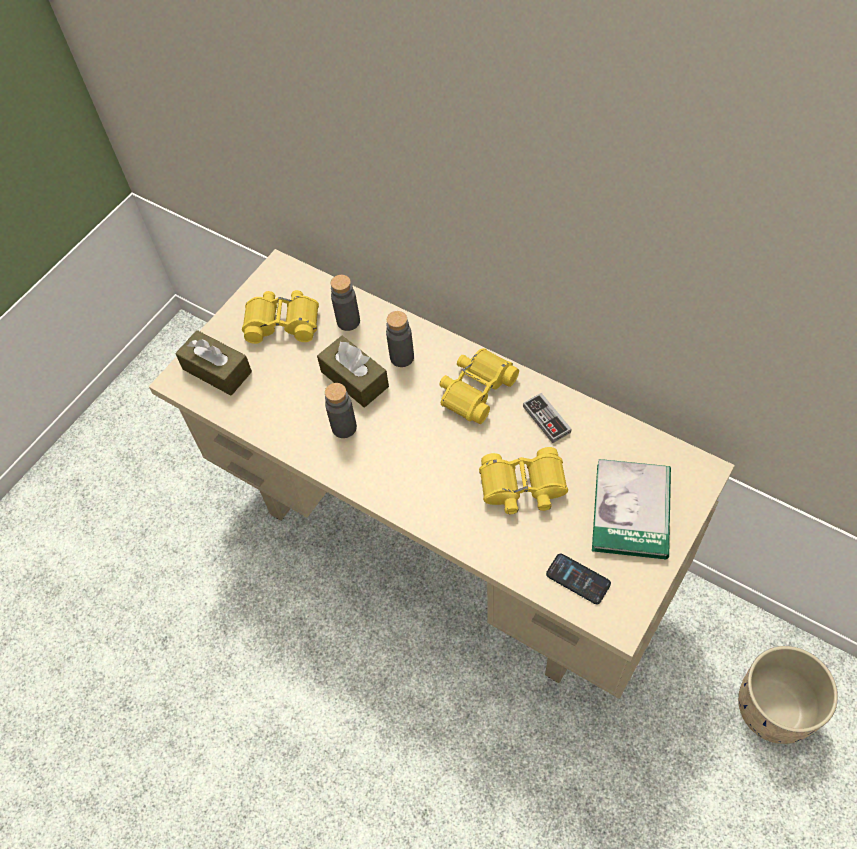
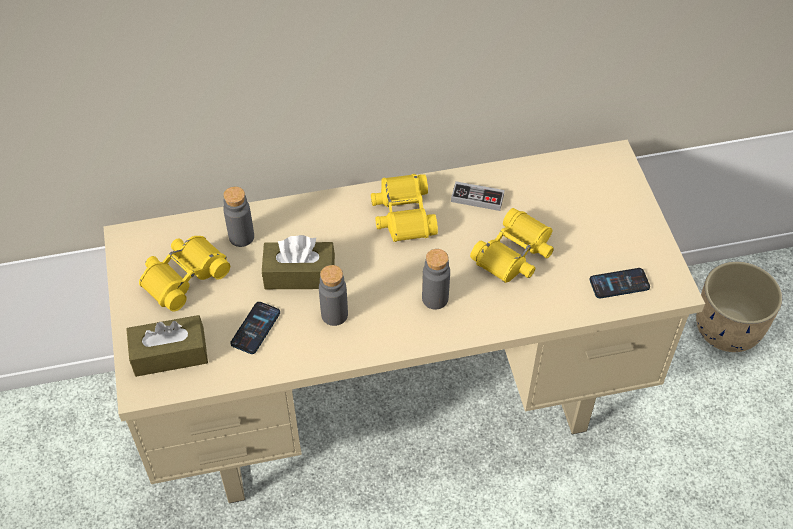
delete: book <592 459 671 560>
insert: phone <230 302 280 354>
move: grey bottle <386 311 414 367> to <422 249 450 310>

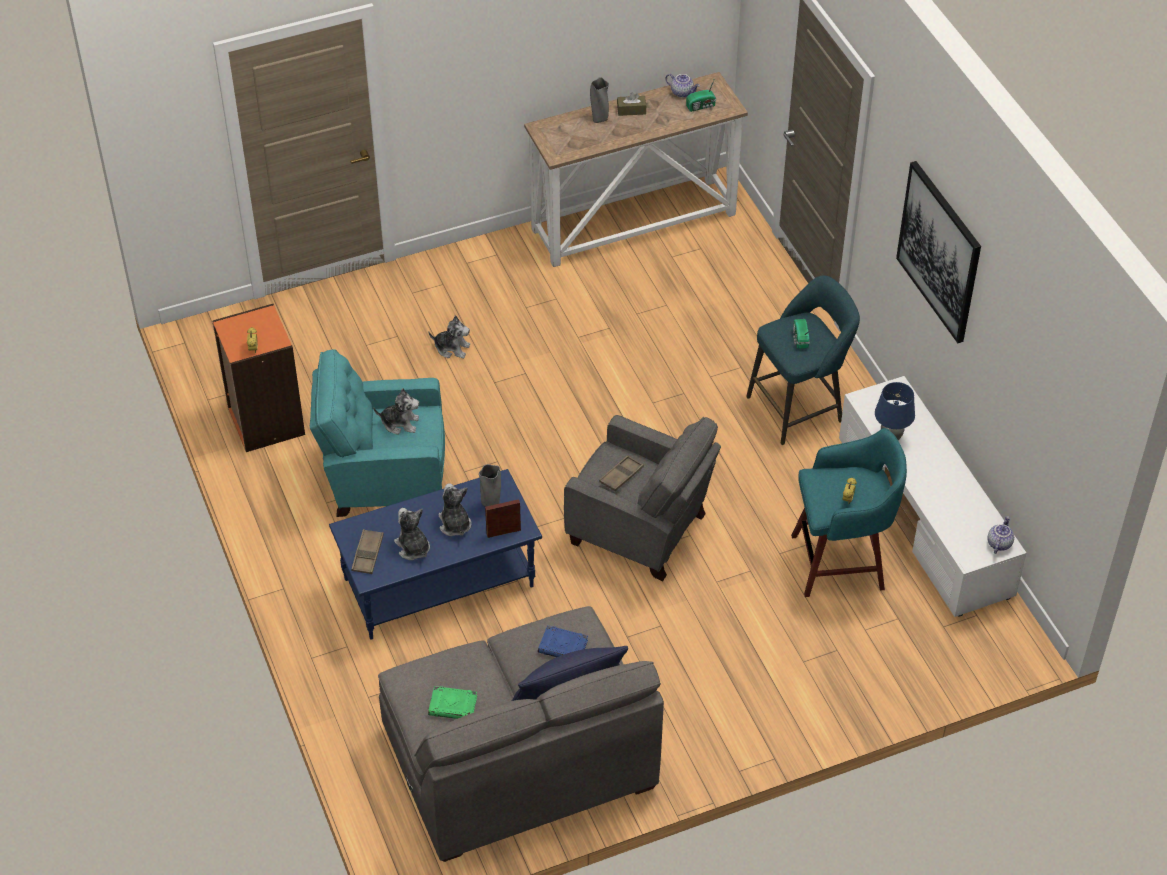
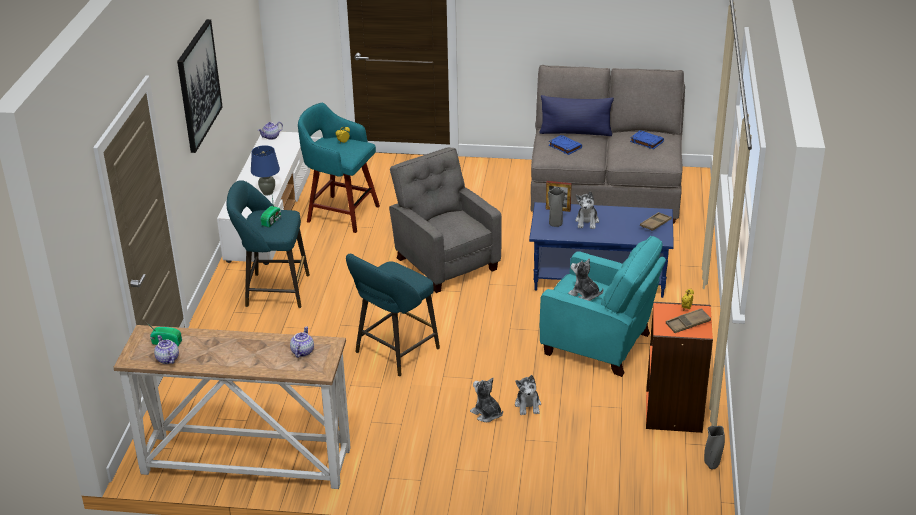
delete: brown tissue box <617 93 646 116>
insert: teapot <290 327 314 358>; turquoise stool <346 254 440 376>
move: plush toy <394 508 430 560> to <515 375 541 415>; grey vase <590 77 609 123> to <704 426 725 469>; brown tray <599 455 644 491> to <666 308 711 333>
recolor: green book <428 686 477 719> to blue book <630 130 664 149>

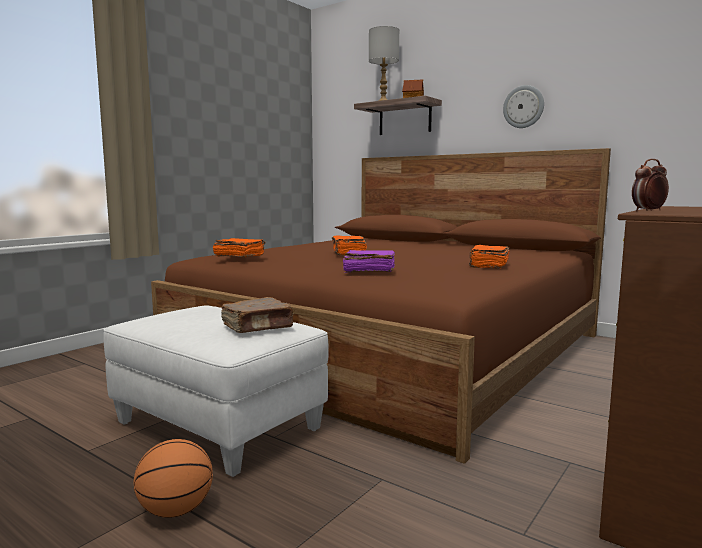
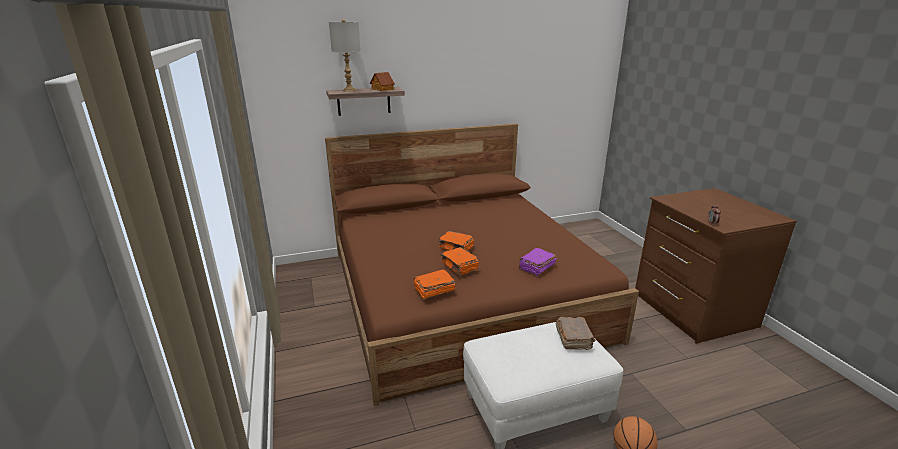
delete: wall clock <503 85 544 128>
move: orange book <469 245 510 269> to <441 247 479 276>

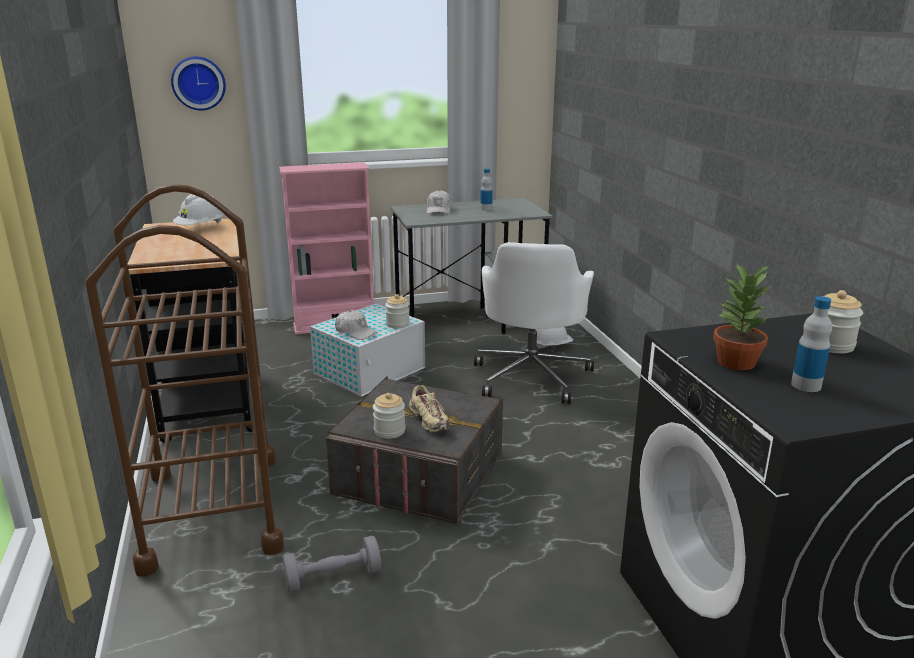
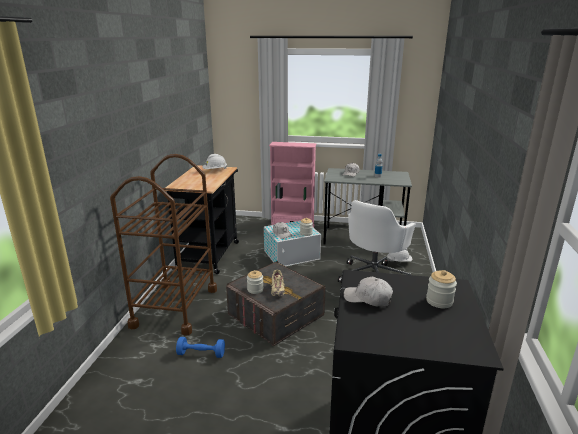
delete: wall clock <171 56 226 111>; bottle <791 296 832 392>
replace: potted plant <713 263 772 370> to white cap <344 276 393 306>
recolor: grey dumbbell <283 536 381 592> to blue dumbbell <176 337 225 358>

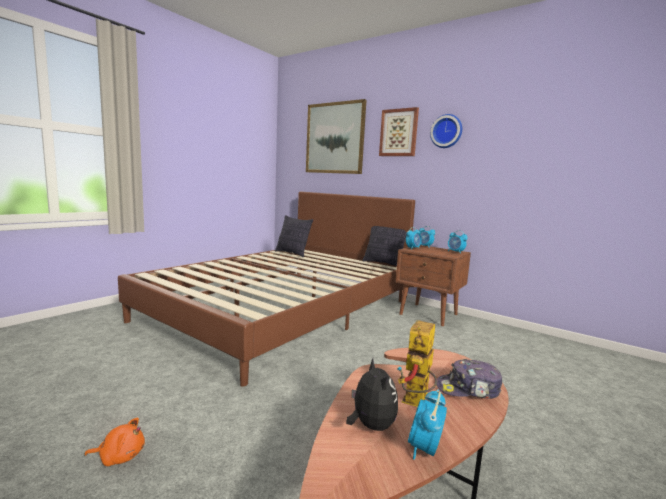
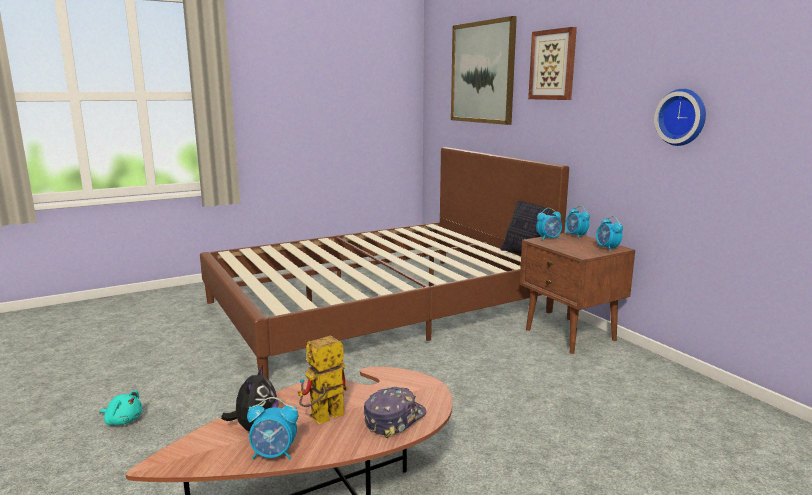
delete: pillow <275 215 313 257>
move: wall clock <430 114 462 148> to <654 89 706 146>
recolor: orange plush toy <84 418 145 466> to turquoise plush toy <100 390 142 425>
rotate: alarm clock <408 390 447 460> = <247 397 298 460> 135 degrees counterclockwise; cap <437 359 502 399> = <364 387 426 438> 105 degrees clockwise

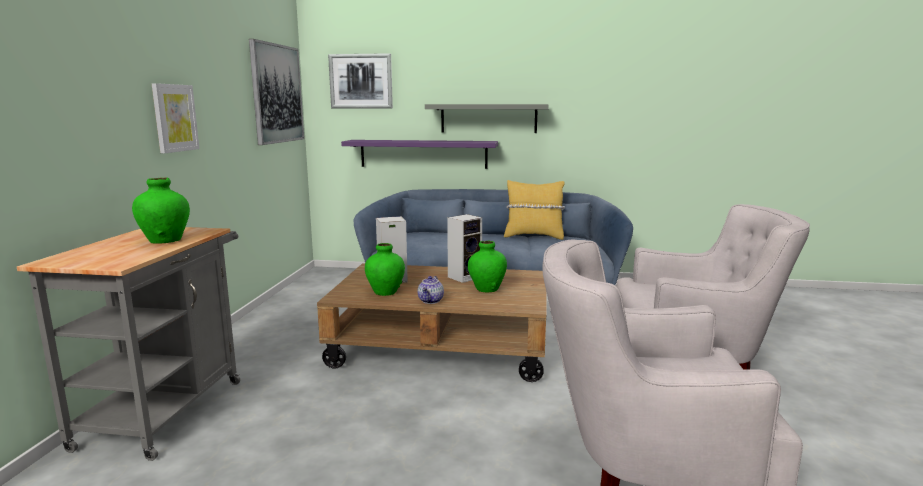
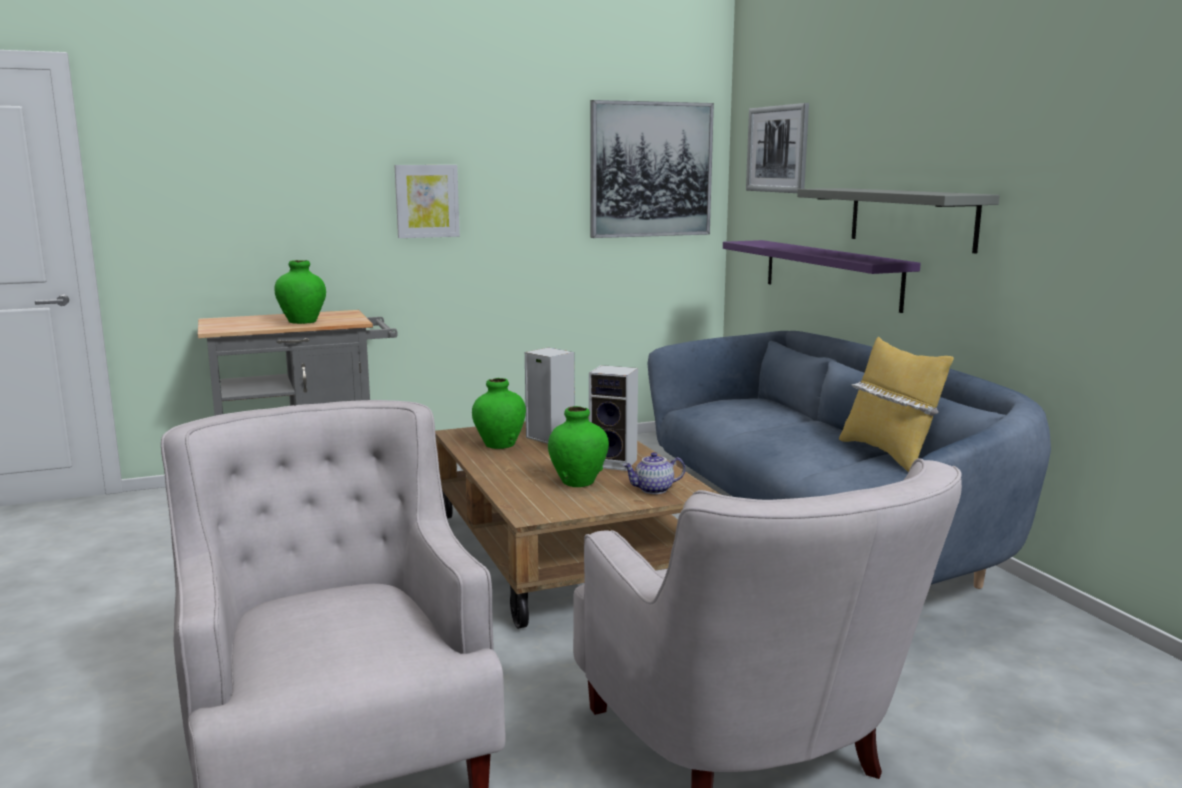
move: teapot <418 276 444 304> to <622 452 685 494>

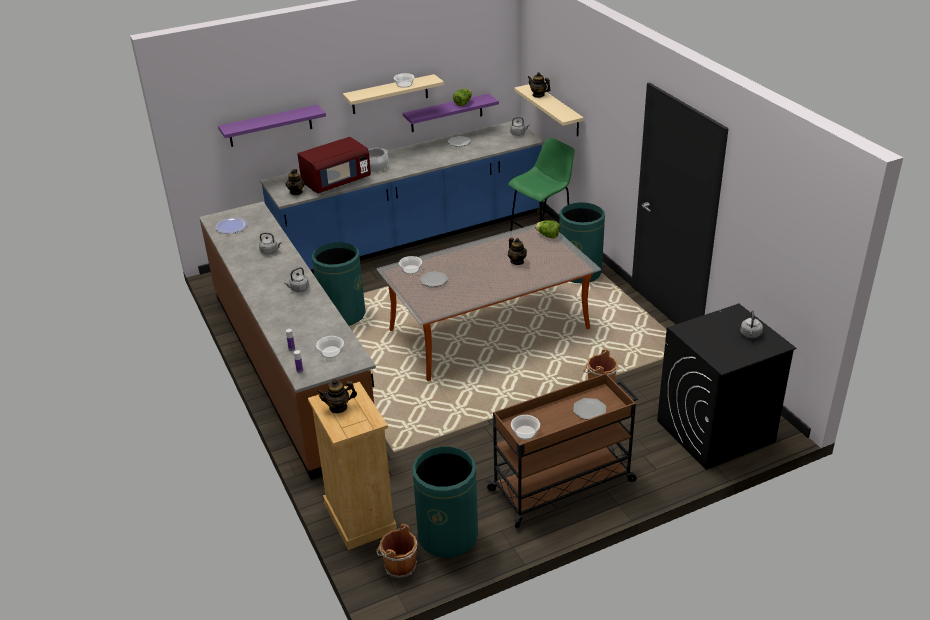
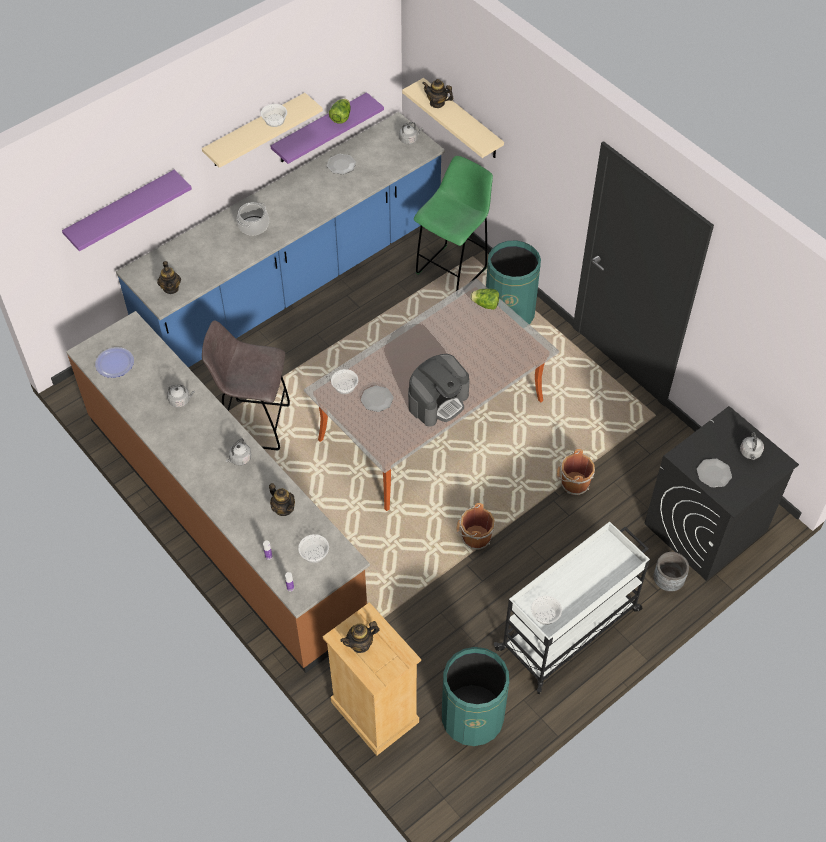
delete: red microwave <297 137 371 193>
insert: coffee machine <408 354 470 427>; grey planter <653 552 689 592>
move: brown bucket <376 524 417 579> to <457 503 495 550>; teapot <508 237 527 265> to <269 483 295 516>; plate <573 398 606 419> to <697 459 732 488>
replace: green trash can <312 242 365 326> to grey stool <202 320 290 451>
recolor: brown cart <485 373 638 528> to white cart <494 522 650 694>

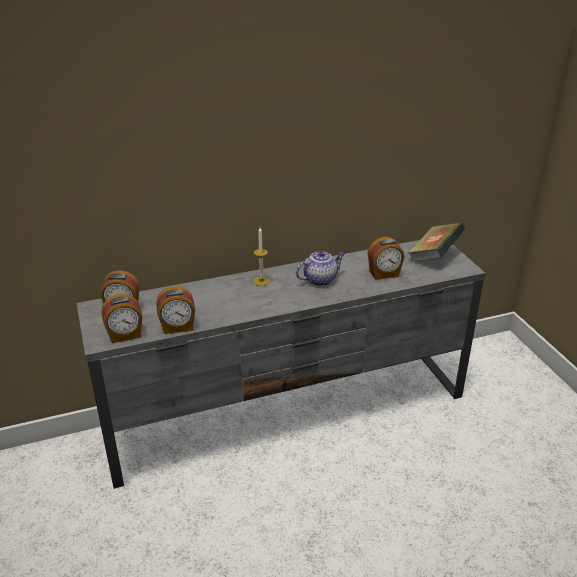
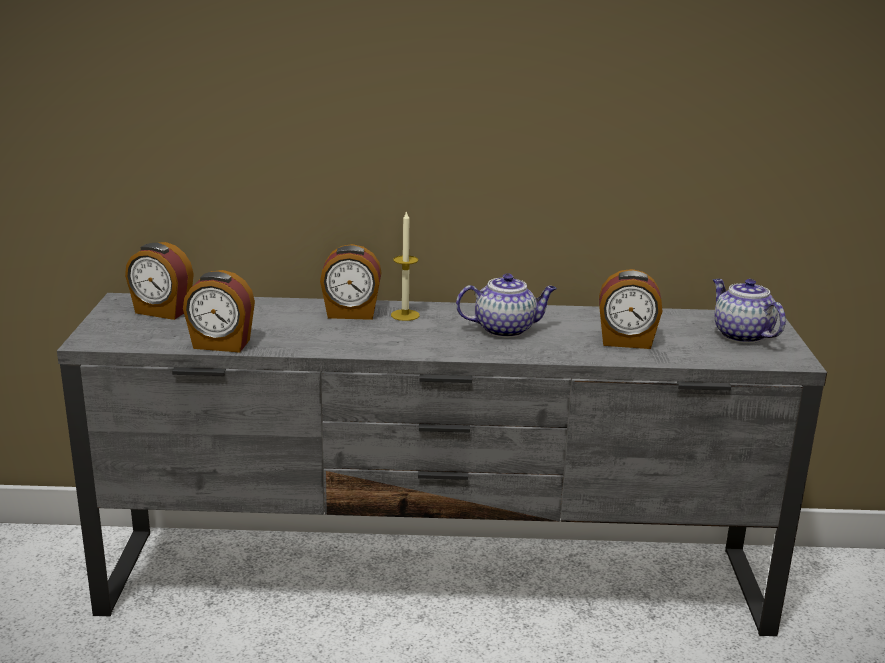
move: alarm clock <101 294 143 343> to <320 244 382 320>
replace: book <408 222 465 262> to teapot <713 279 786 343>

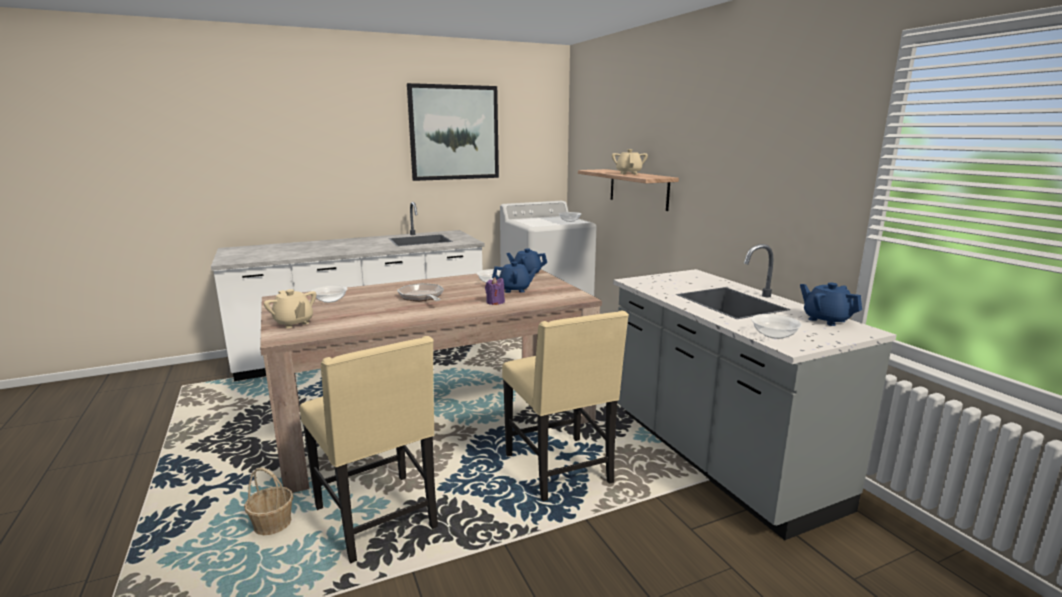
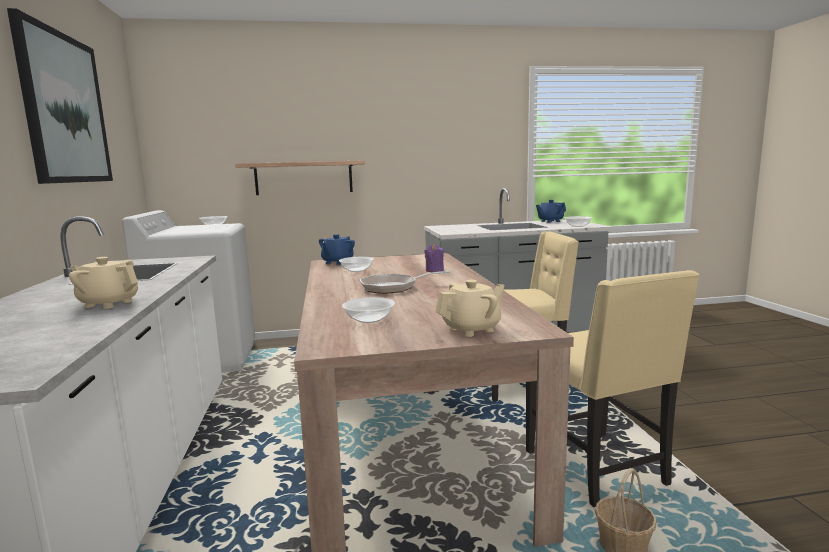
delete: blue teapot <492 262 538 293>
move: beige teapot <612 149 648 174> to <69 257 138 309>
rotate: beige chair <300 336 438 564> = <526 270 700 507> 90 degrees clockwise

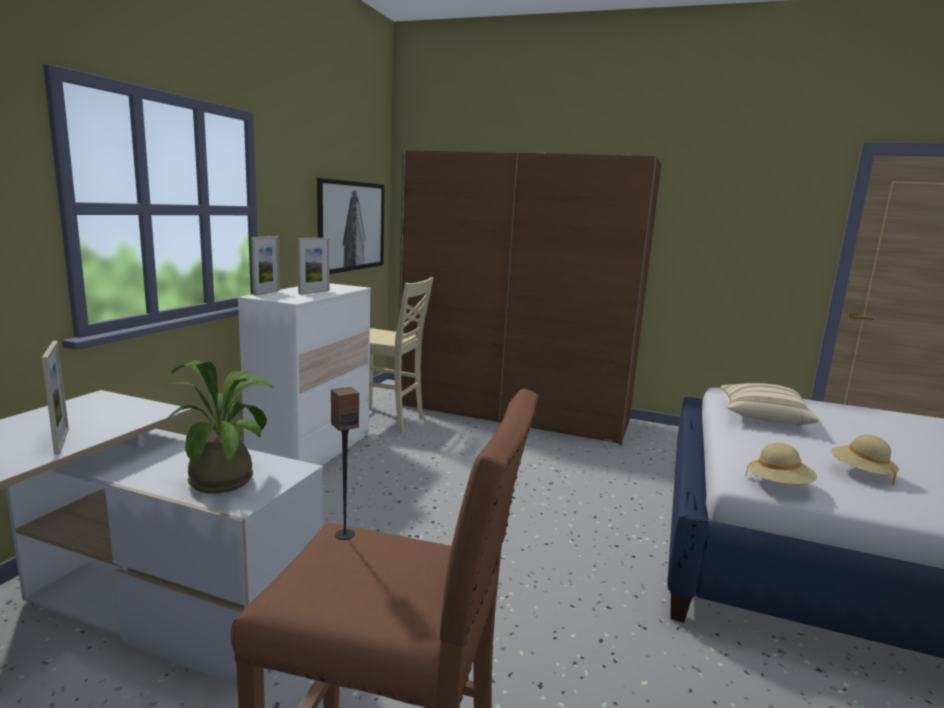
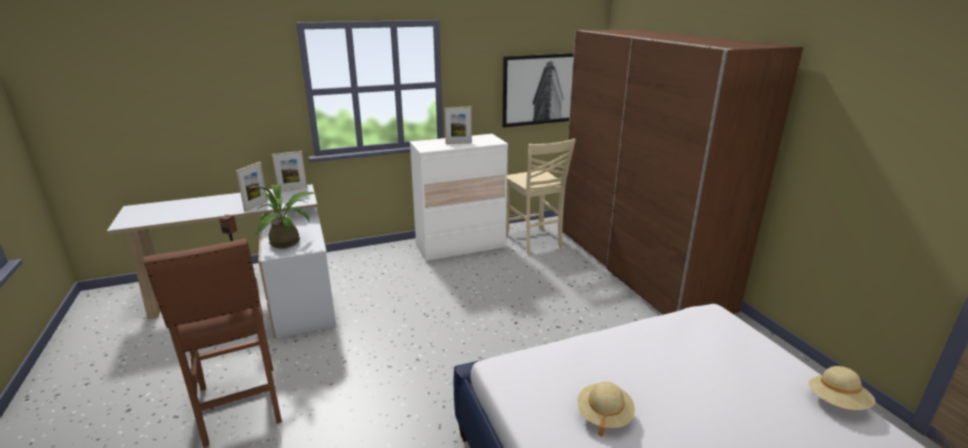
delete: beige pillow <720 383 819 425>
move: picture frame <251 236 280 296> to <272 151 307 192>; beige hat <745 443 817 484> to <809 366 875 410>

